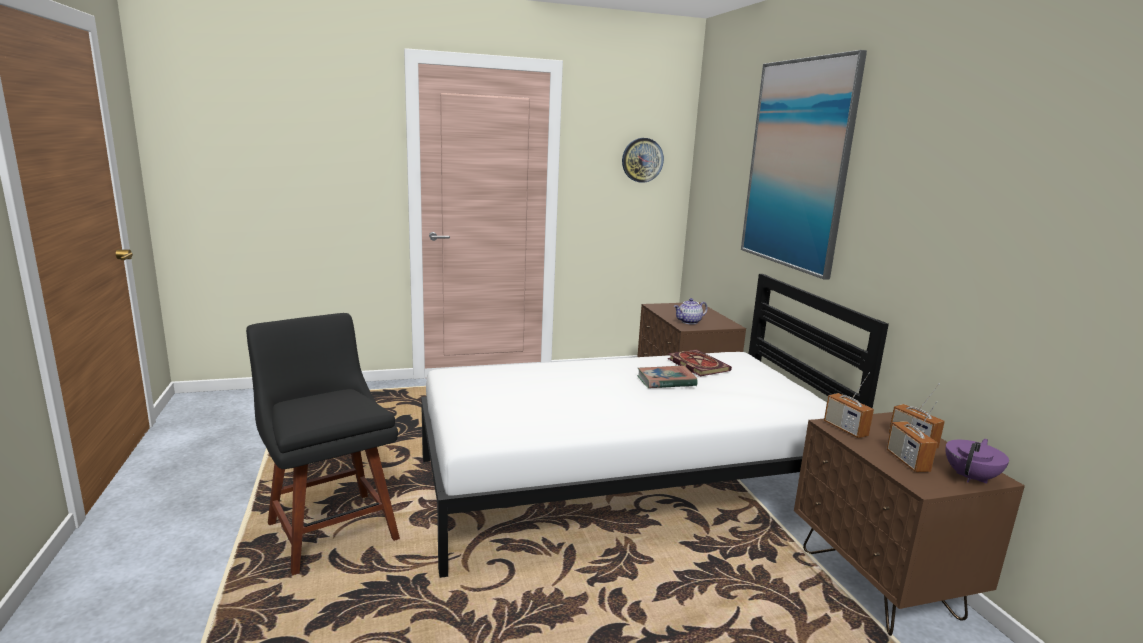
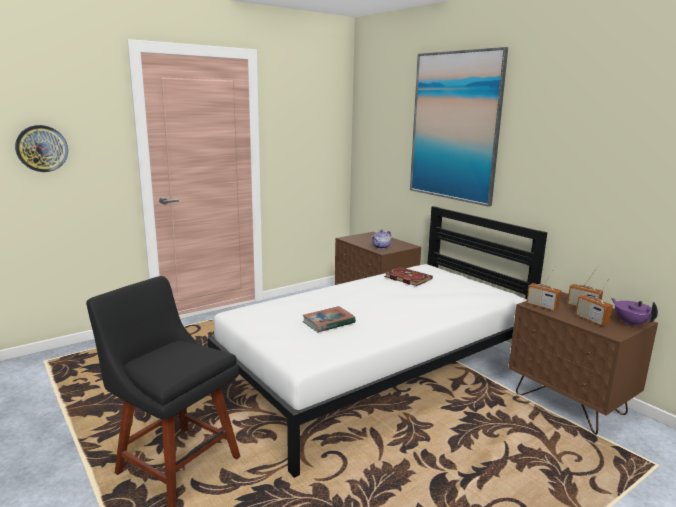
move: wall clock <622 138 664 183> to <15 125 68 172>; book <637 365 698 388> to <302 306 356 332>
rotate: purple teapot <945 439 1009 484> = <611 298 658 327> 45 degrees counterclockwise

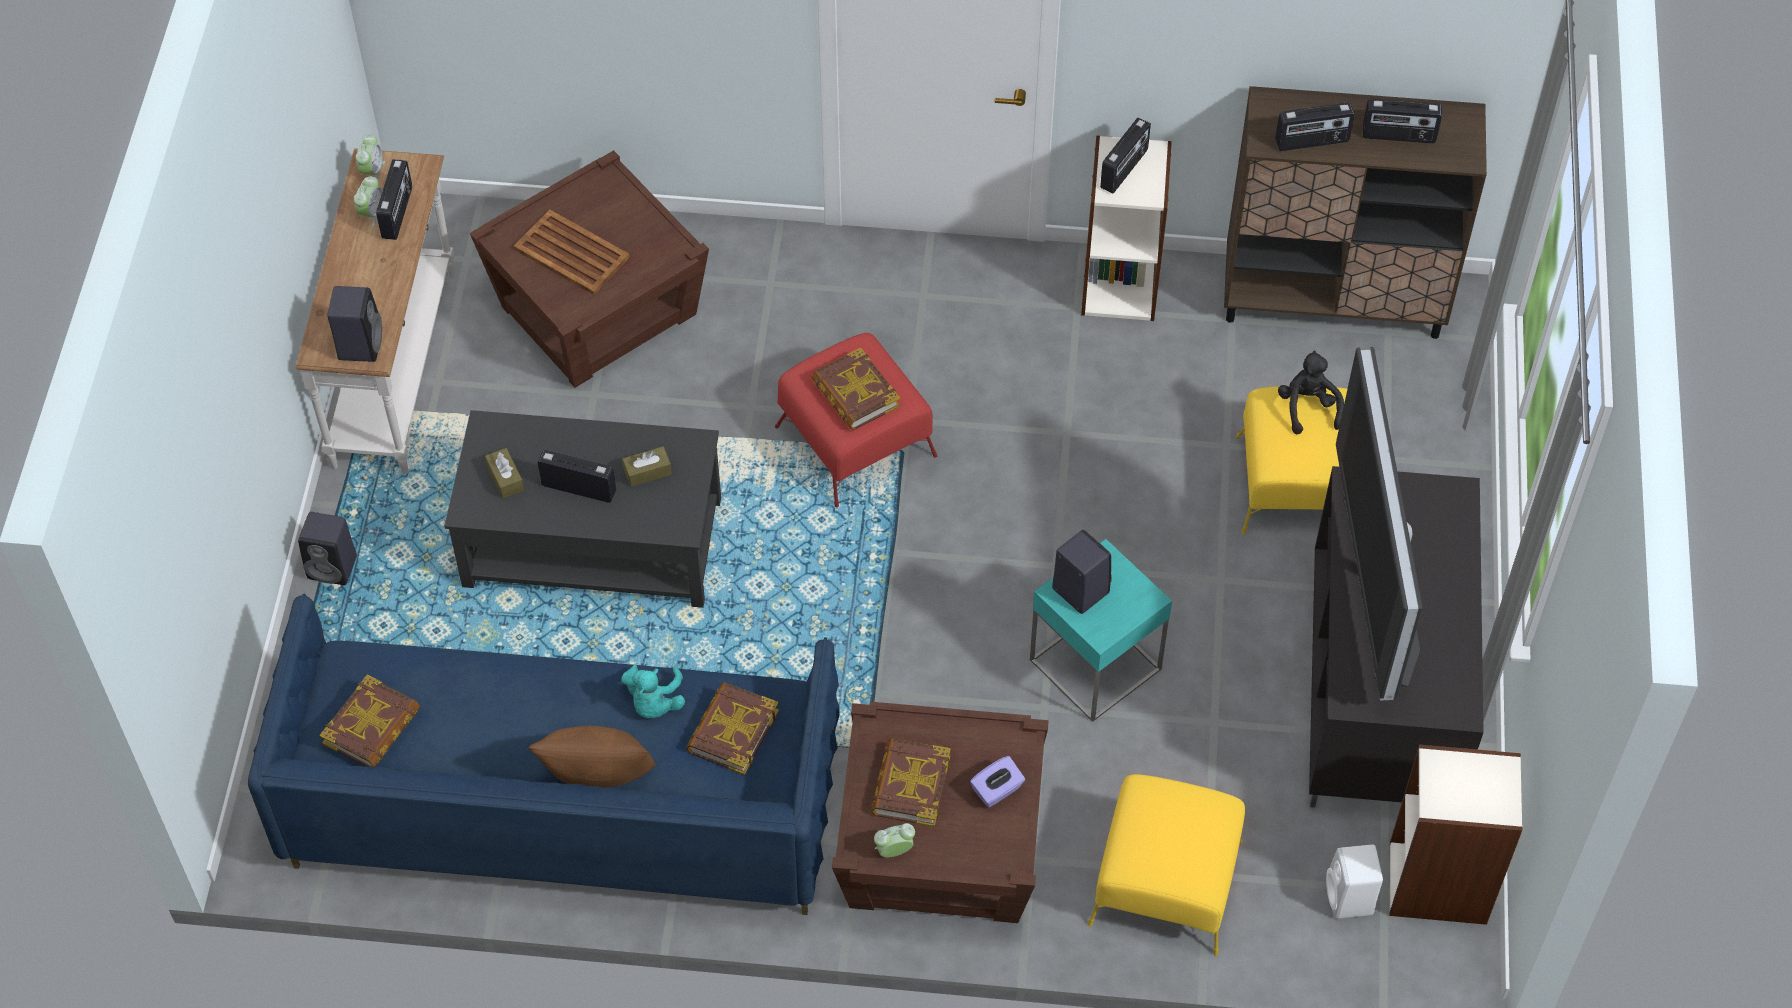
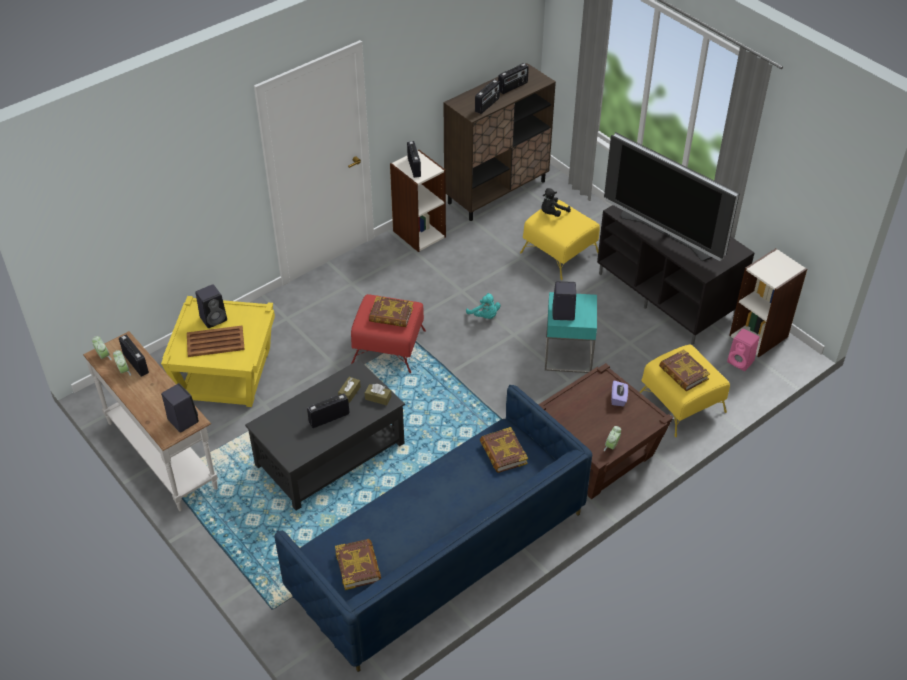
delete: brown pillow <528 726 656 788>
move: black speaker <298 512 357 585> to <195 284 227 328>; brown tissue box <485 448 524 498> to <365 384 391 405>; turquoise plush toy <621 665 685 718> to <466 293 500 319>; book <871 738 951 827> to <659 349 710 391>
recolor: brown side table <470 150 709 388> to yellow side table <161 296 275 407>; white speaker <1326 845 1383 919> to pink speaker <727 329 759 371>
rotate: black plush toy <1278 350 1344 434> = <541 188 571 217> 75 degrees counterclockwise

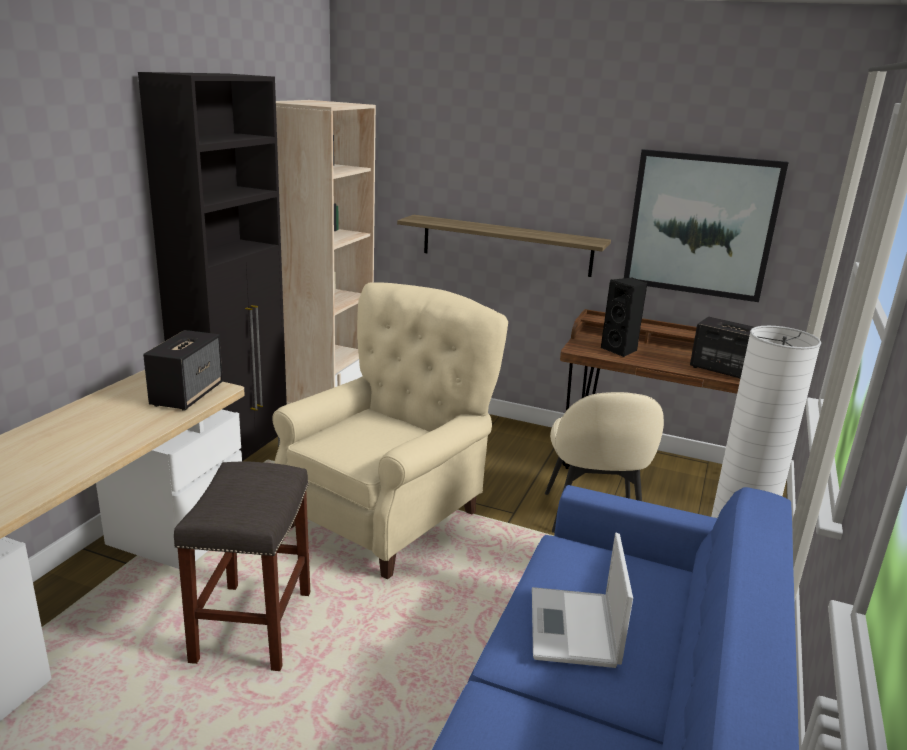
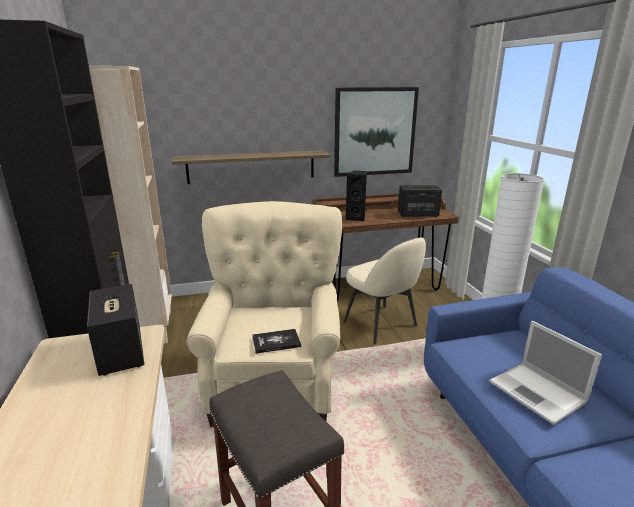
insert: book <252 329 301 354>

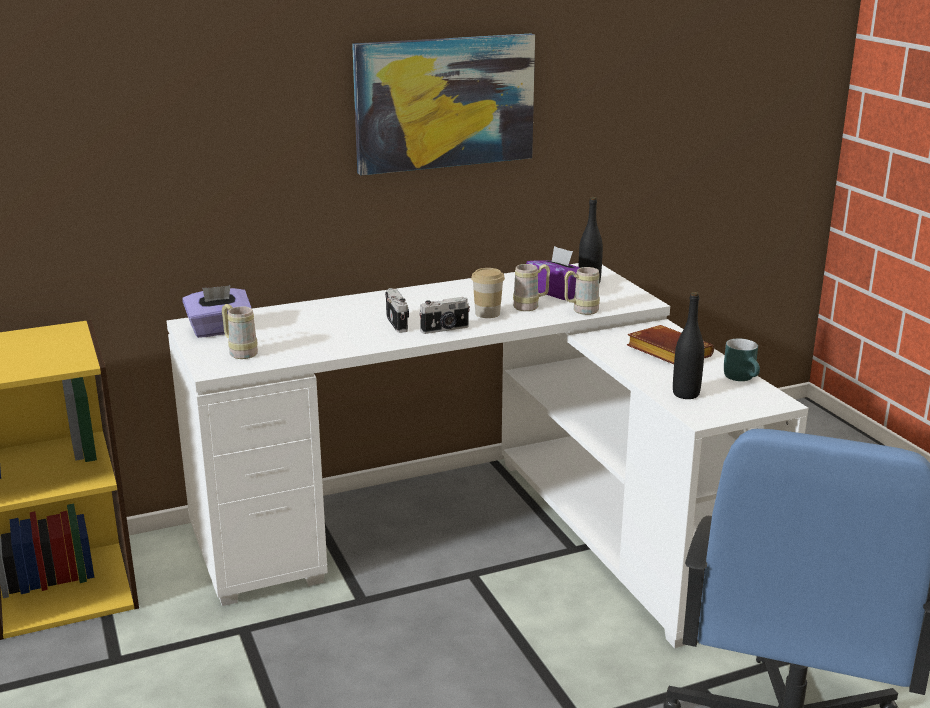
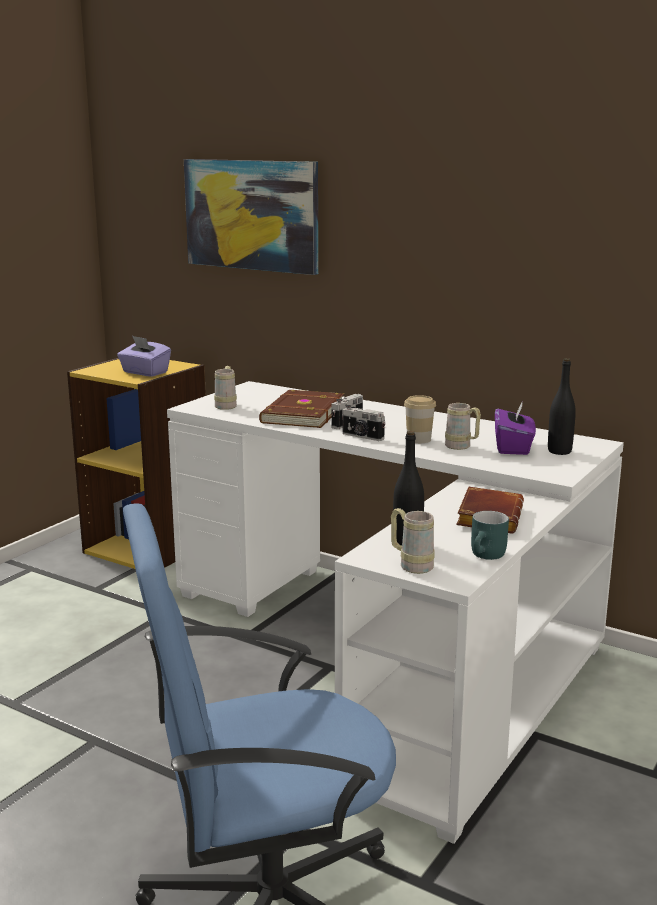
insert: brown book <259 390 344 428>
move: purple tissue box <182 285 252 338> to <117 336 171 377>; picture <352 34 535 176> to <184 159 318 275>; beige mug <564 267 600 315> to <391 508 435 574>

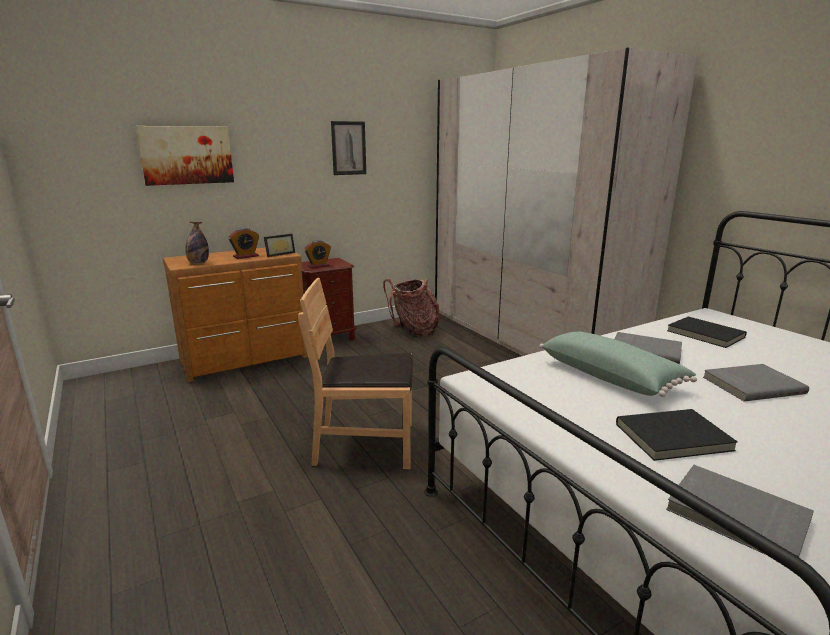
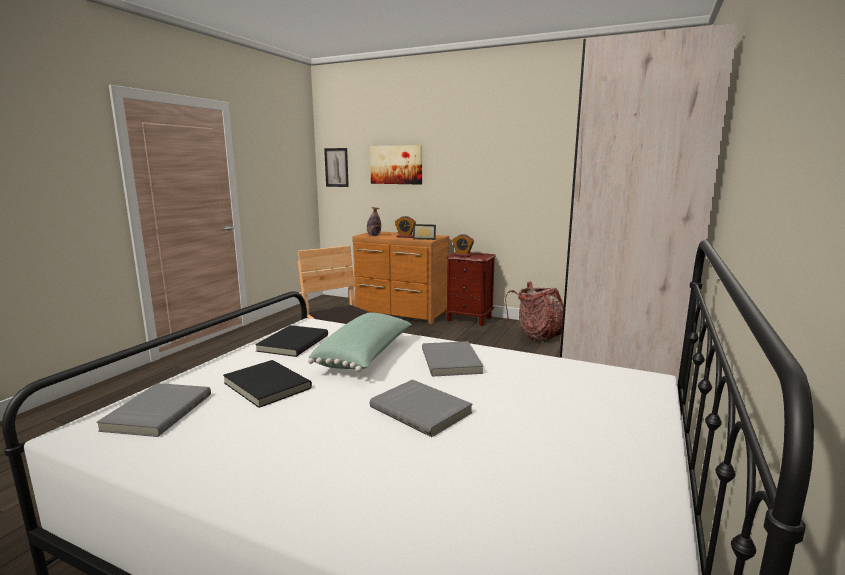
move: picture <331 121 366 175> to <324 148 349 187>; black book <667 317 747 348> to <255 325 328 357>

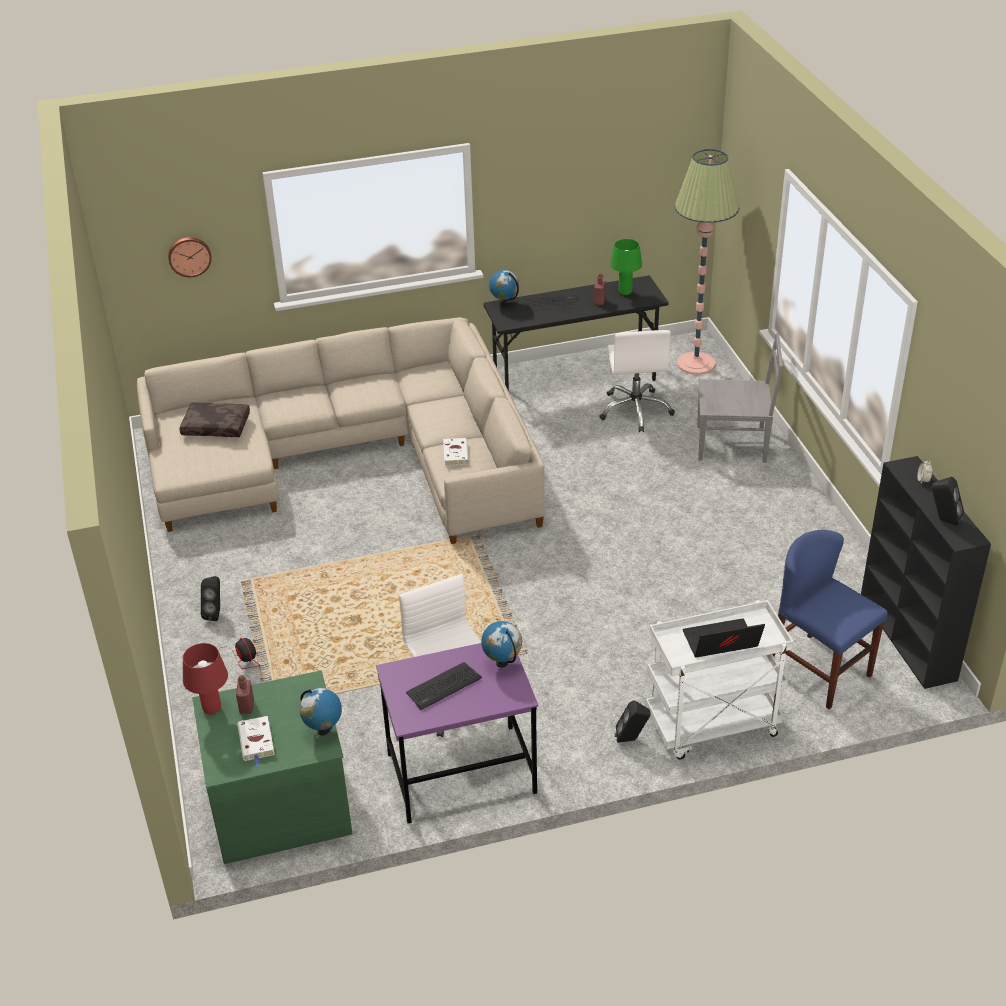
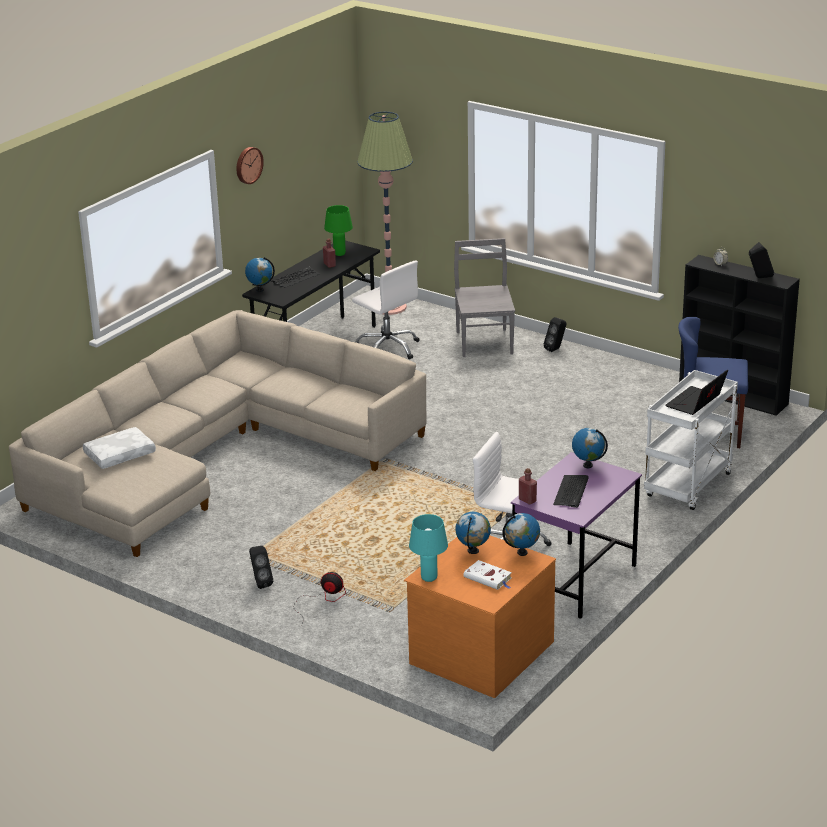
delete: white book <443 438 469 465>
insert: globe <455 512 491 554>
move: wall clock <168 237 212 277> to <236 147 264 184>; red bottle <236 675 254 714> to <519 468 537 505>; black speaker <615 700 650 743> to <543 317 567 352>
recolor: brown pillow <179 402 250 437> to white pillow <83 427 156 469>; red table lamp <183 643 228 715> to turquoise table lamp <409 514 448 582>; green dresser <192 670 353 864> to orange dresser <404 535 556 698>
rotate: grey chair <697 333 783 463> = <454 238 515 357> 60 degrees counterclockwise

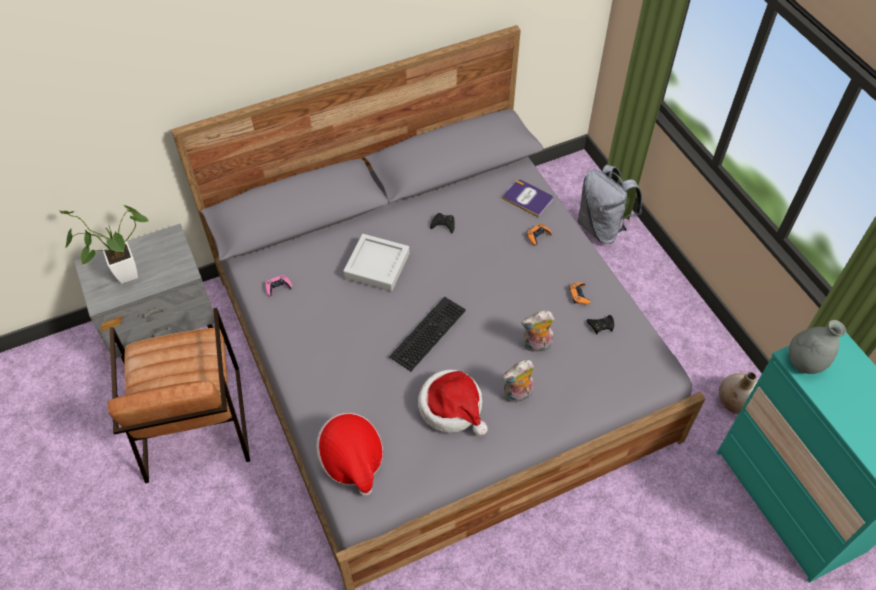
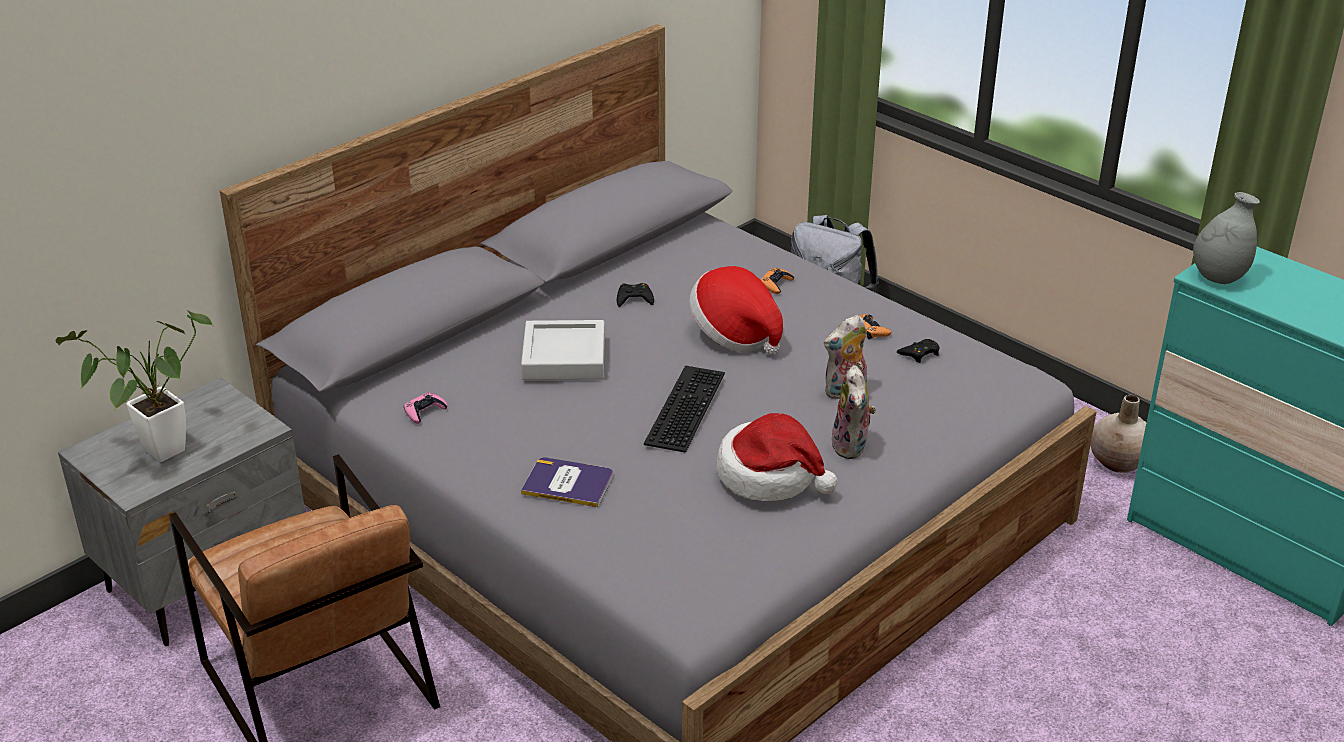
move: hat <316 413 383 496> to <689 266 783 354>; book <502 180 553 217> to <521 458 613 507>
rotate: plush toy <503 360 534 403> = <831 365 876 459> 45 degrees counterclockwise

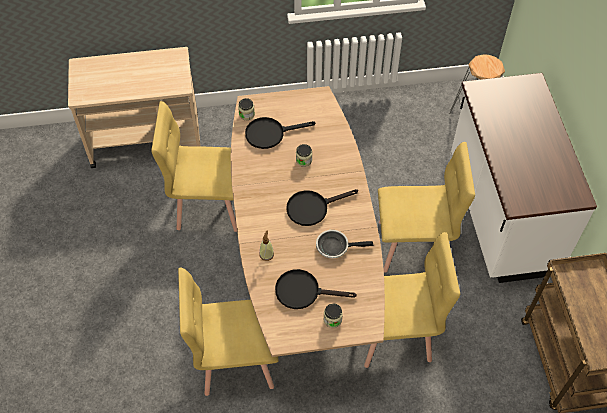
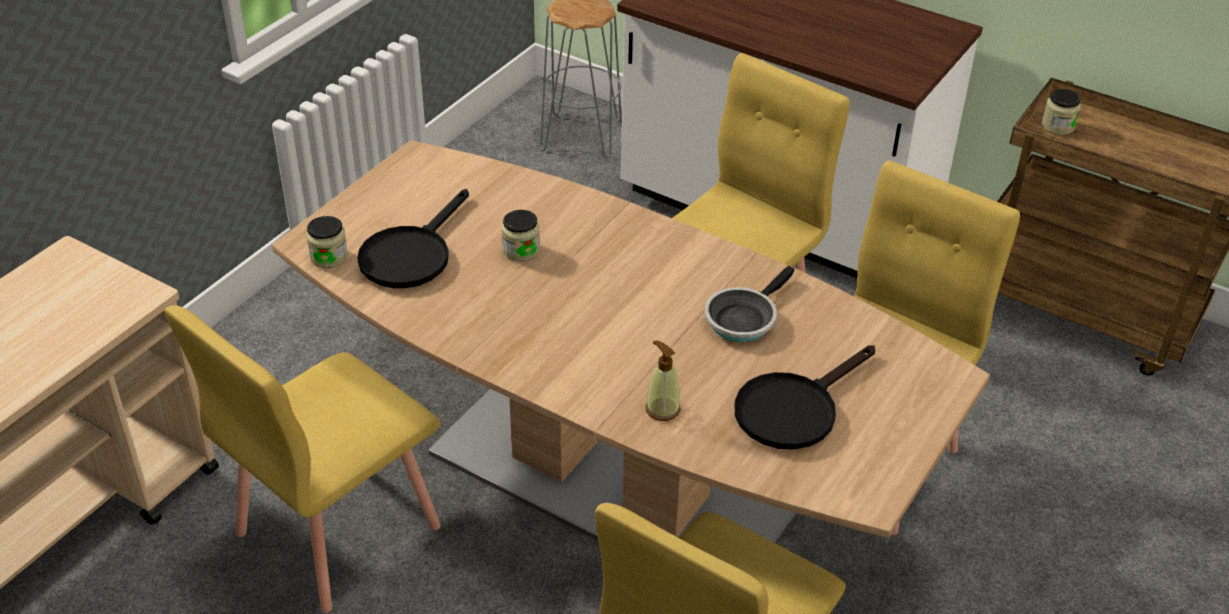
delete: black frying pan <286 189 358 226>
move: jar <324 304 343 328> to <1042 89 1081 135>

